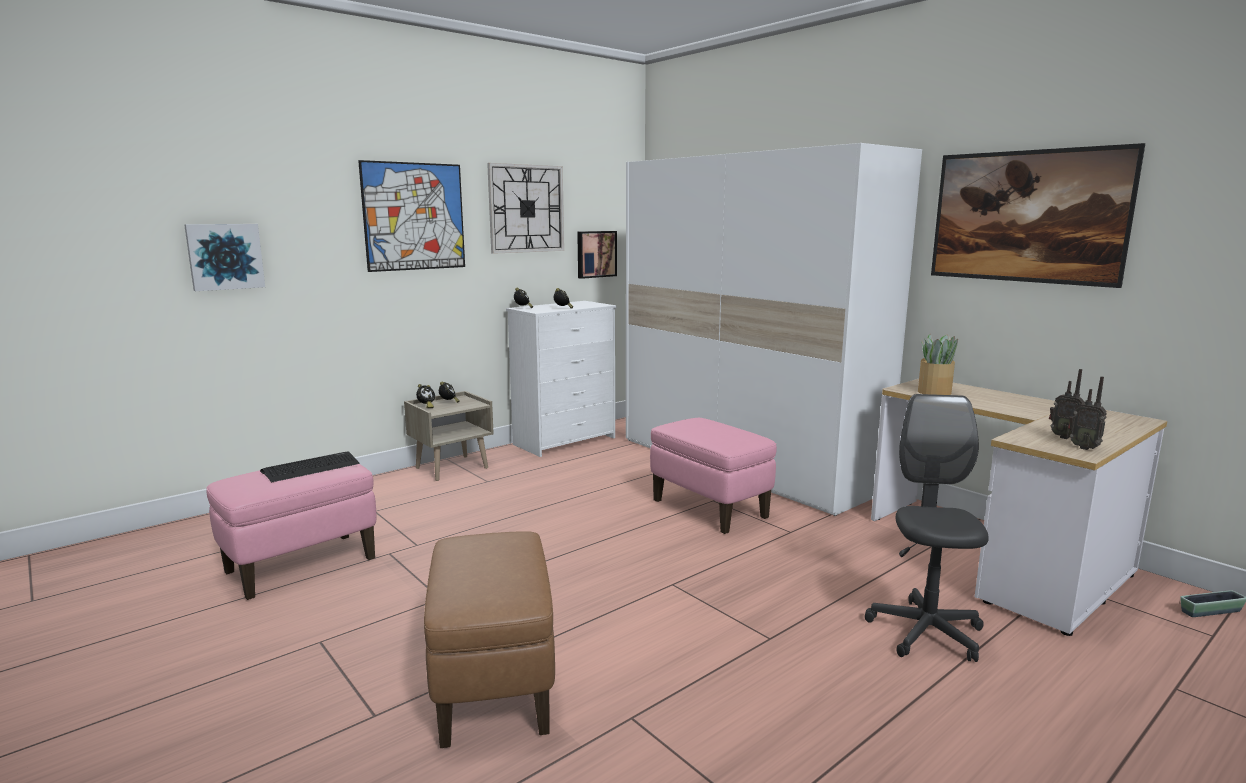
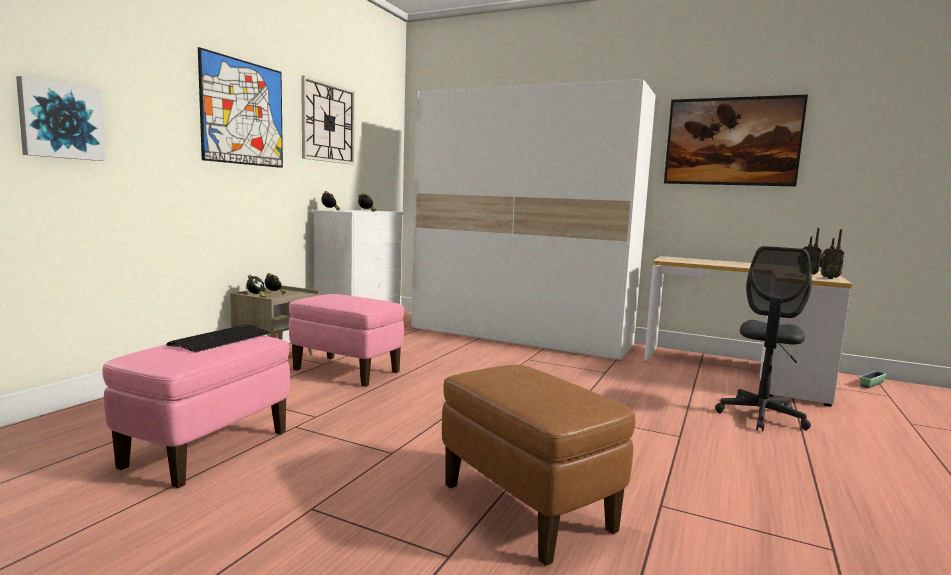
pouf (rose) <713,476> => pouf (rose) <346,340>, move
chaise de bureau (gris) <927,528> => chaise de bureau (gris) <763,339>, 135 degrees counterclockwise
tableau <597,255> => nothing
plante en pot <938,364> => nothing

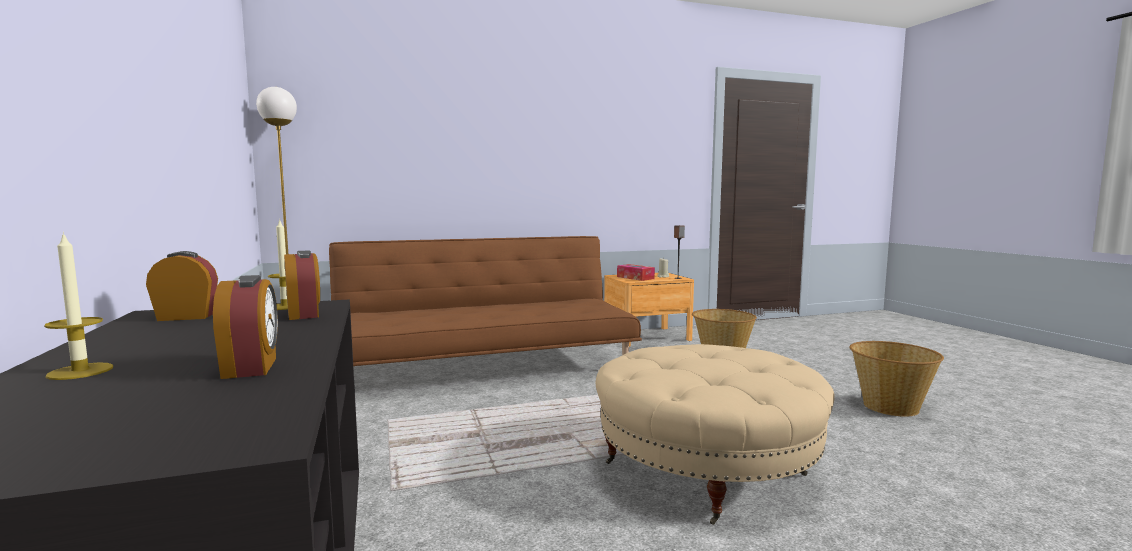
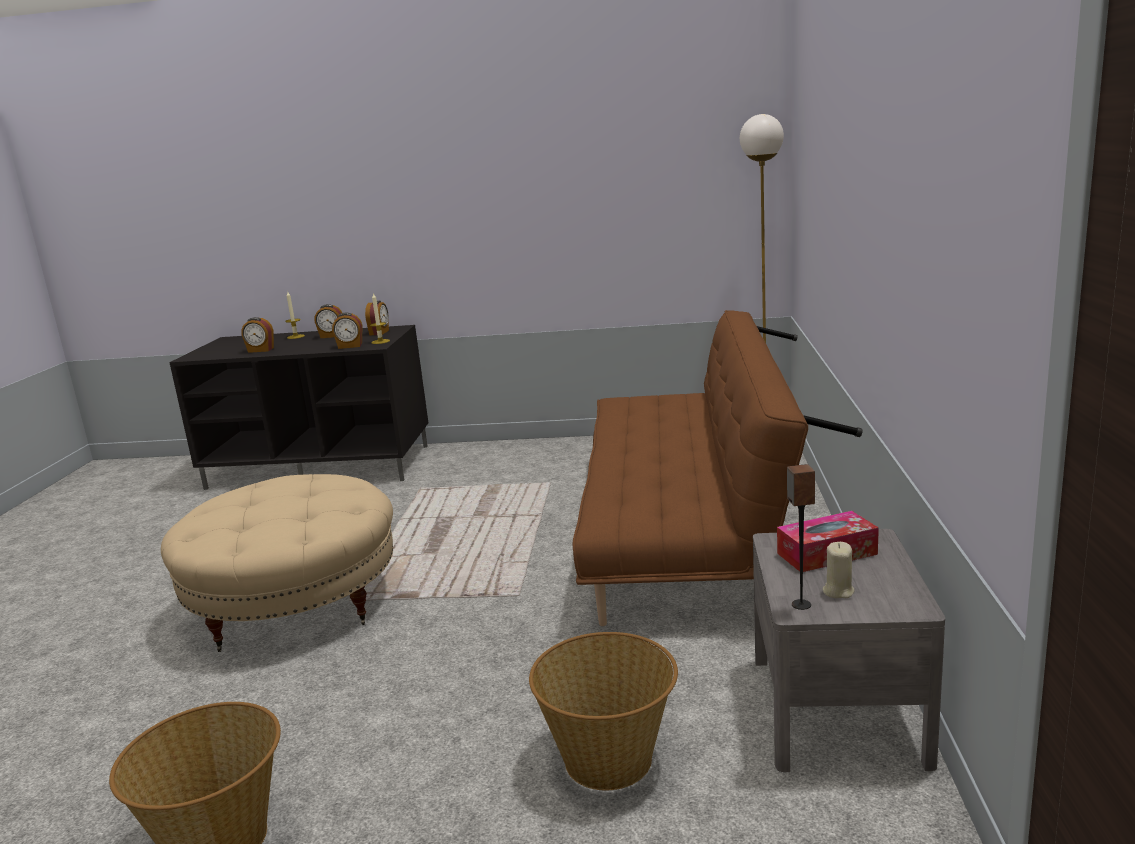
nothing => réveil <328,321>
table de chevet (marron) <649,310> => table de chevet (gris) <849,650>

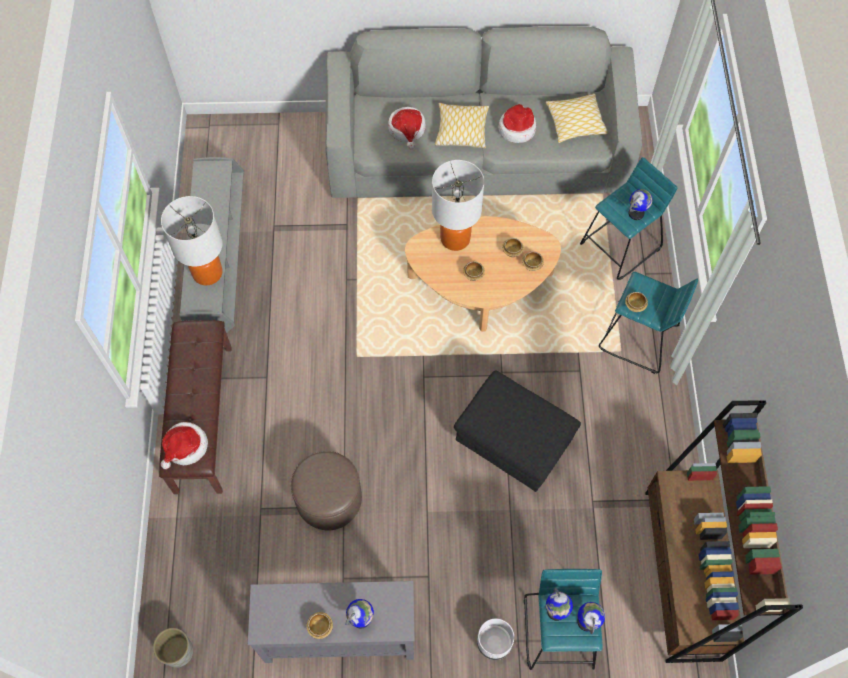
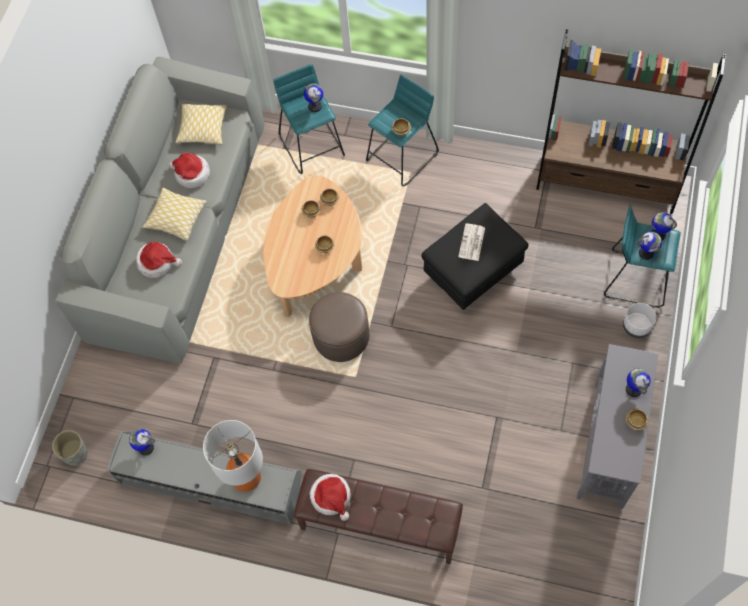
cache-pot (gris) <173,648> => cache-pot (gris) <70,448>, move
nothing => globe <142,442>
pouf (marron) <326,490> => pouf (marron) <339,327>, move
chapeau <184,445> => chapeau <330,497>, move
nothing => journal <471,242>
lampe de table <458,205> => nothing

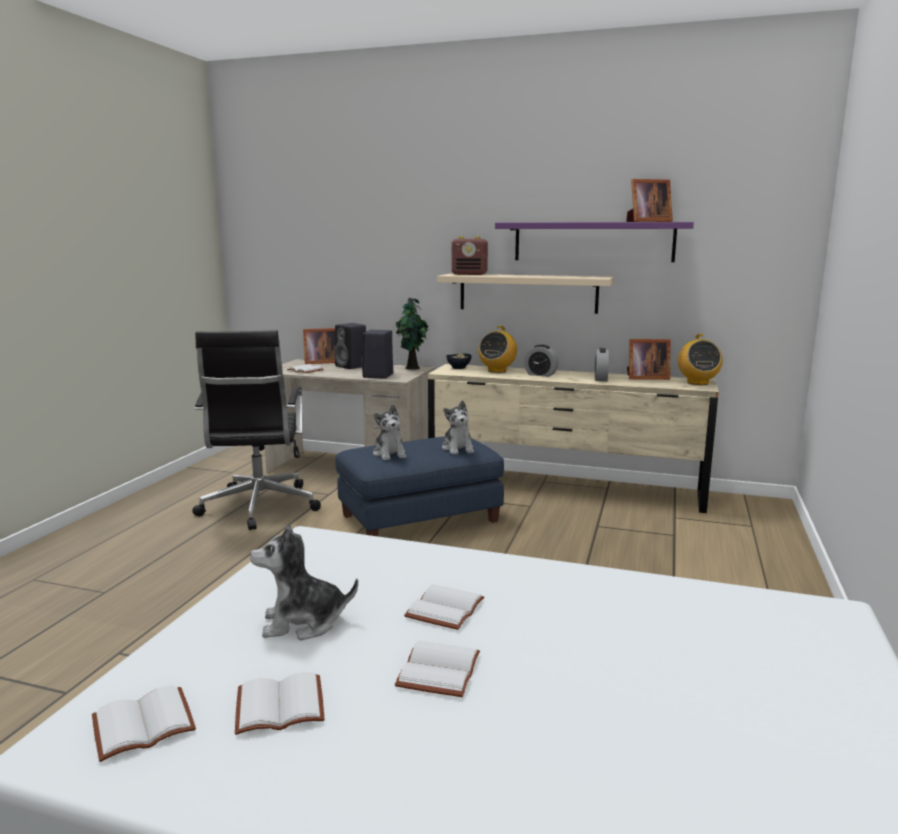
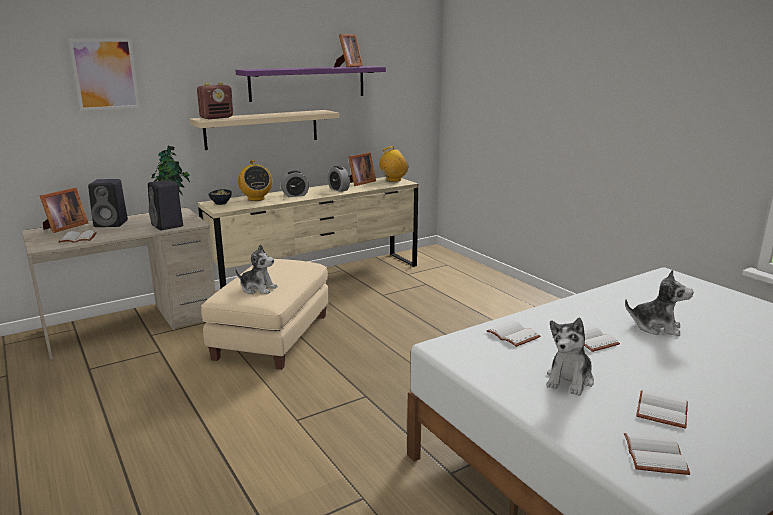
nothing => tableau <104,74>
pouf (bleu) <419,486> => pouf (beige) <265,314>
radio <700,359> => radio <394,164>, 60 degrees counterclockwise
livre (blanc) <437,668> => livre (blanc) <513,334>, move
peluche <458,427> => peluche <659,303>, move
chaise de bureau (noir) <256,430> => nothing

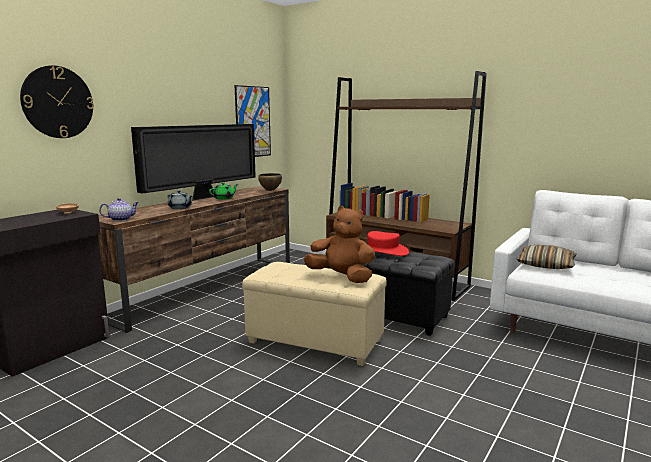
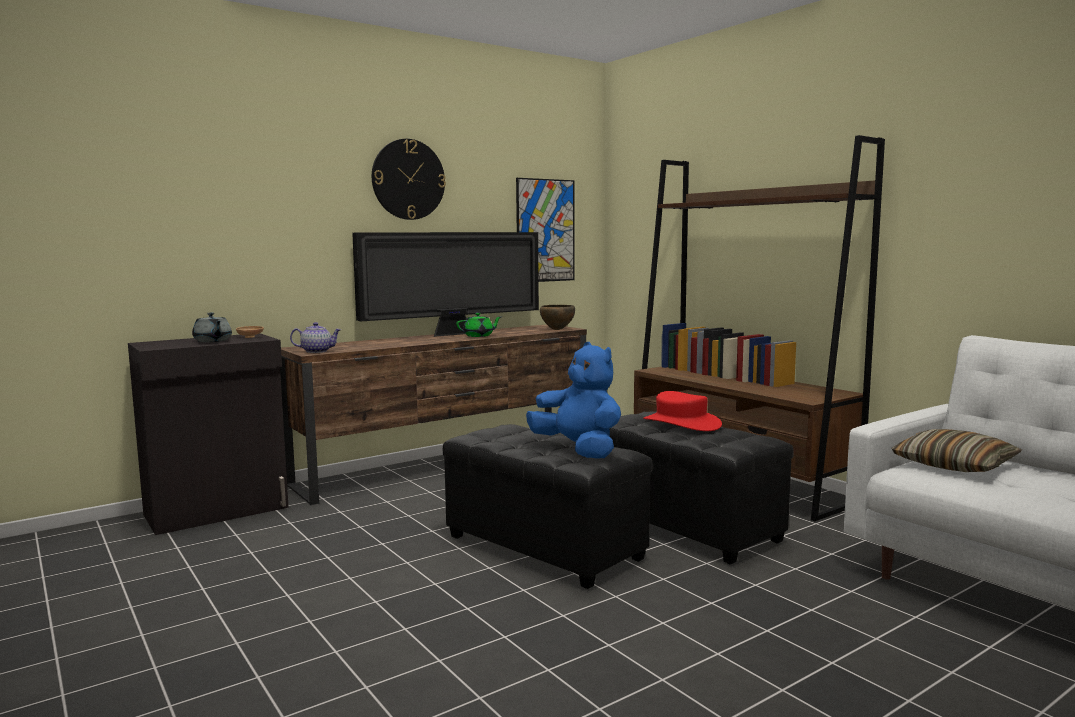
théière (gris) <179,199> => théière (gris) <212,327>, move
horloge murale <57,101> => horloge murale <409,179>, move
pouf (beige) <314,314> => pouf (noir) <547,506>
peluche (marron) <339,244> => peluche (bleu) <573,400>

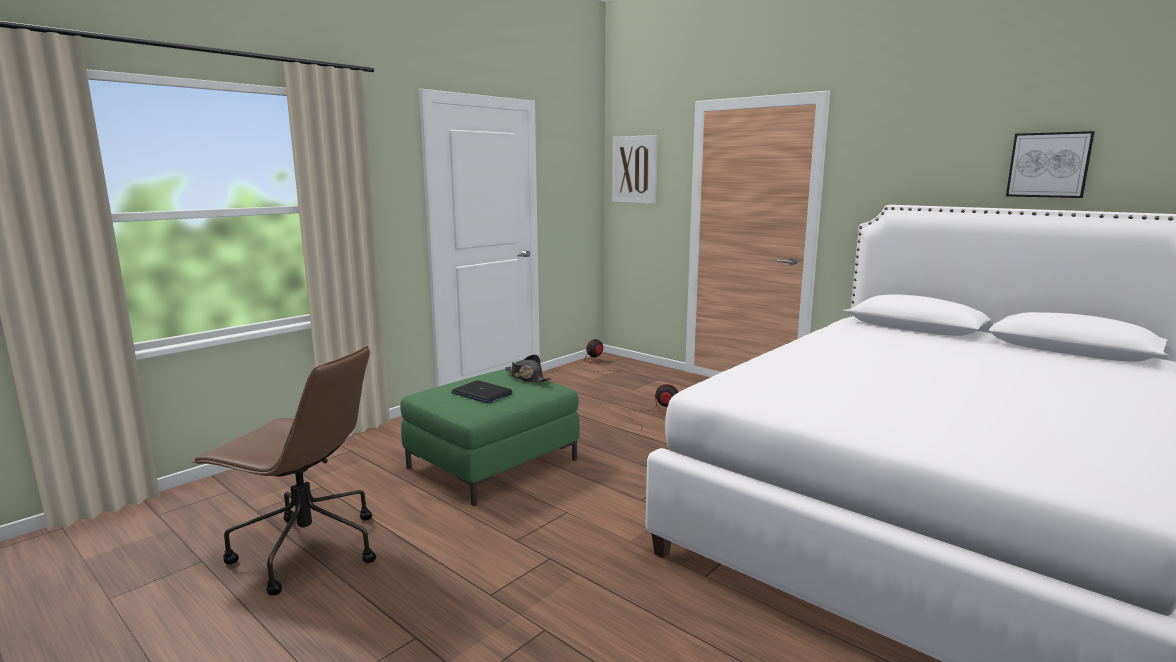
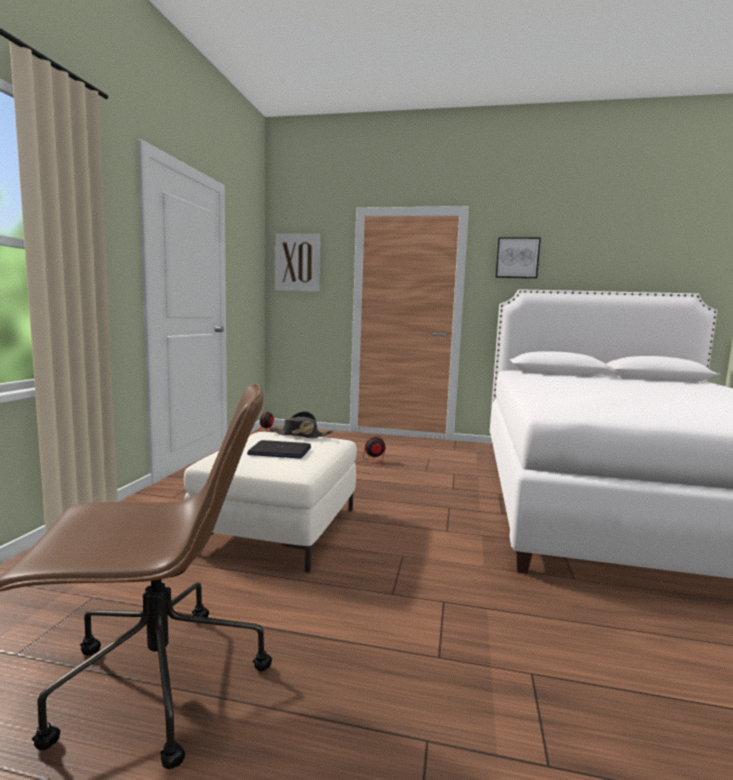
pouf (vert) <490,437> => pouf (blanc) <270,502>
tableau <1050,164> => tableau <518,257>, move

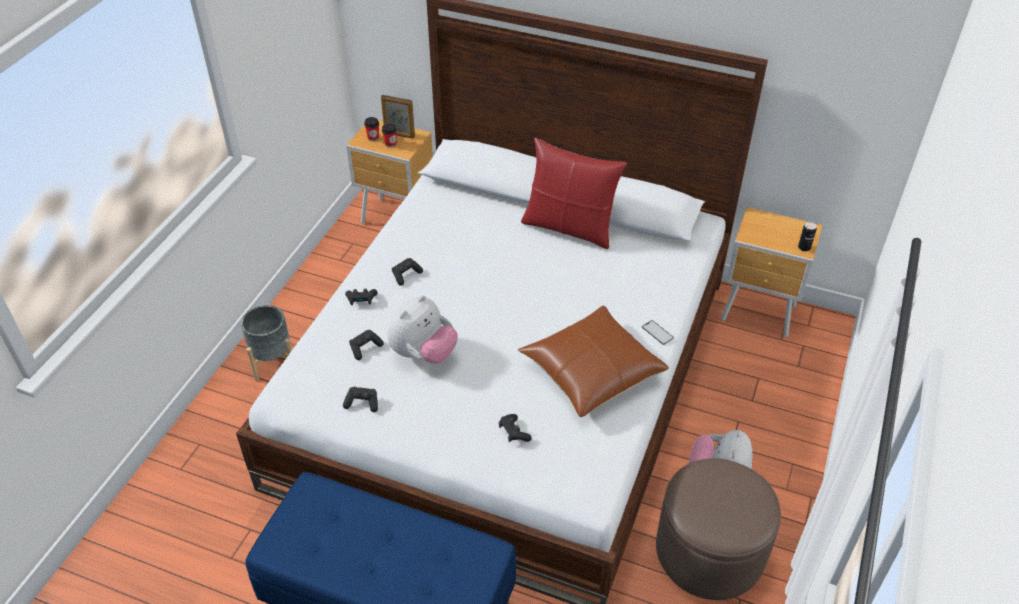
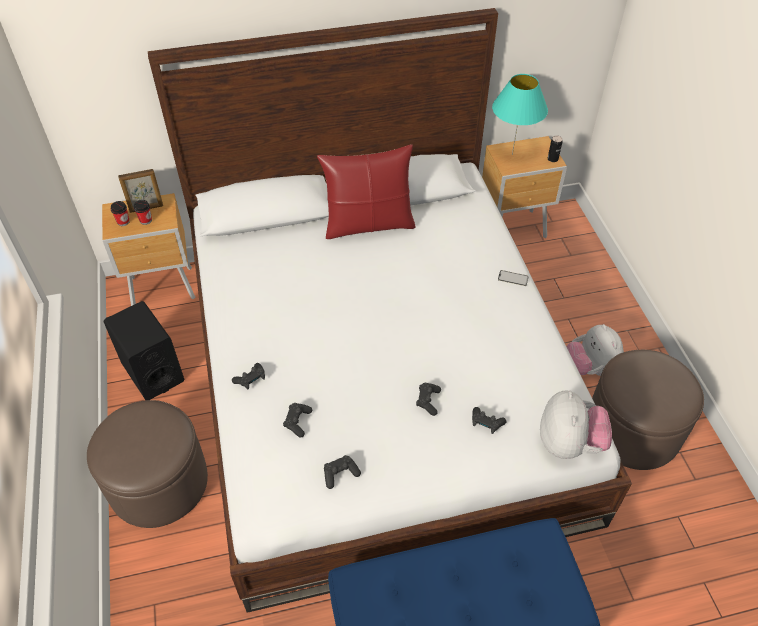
cache-pot (gris) <266,343> => pouf (marron) <147,464>
nothing => enceinte (noir) <144,350>
manette (noir) <407,272> => manette (noir) <428,399>, move
nothing => lampe de table (turquoise) <520,114>
peluche <423,329> => peluche <576,424>, move
coussin (marron) <593,361> => nothing

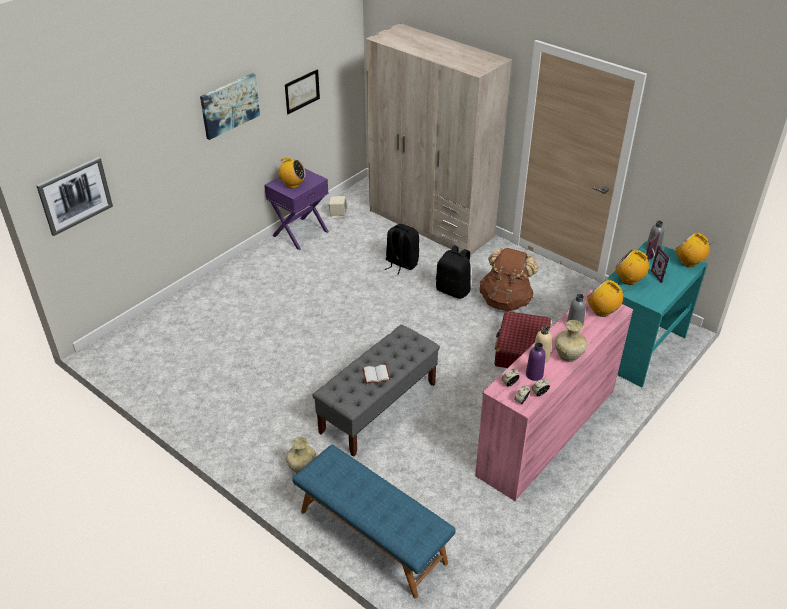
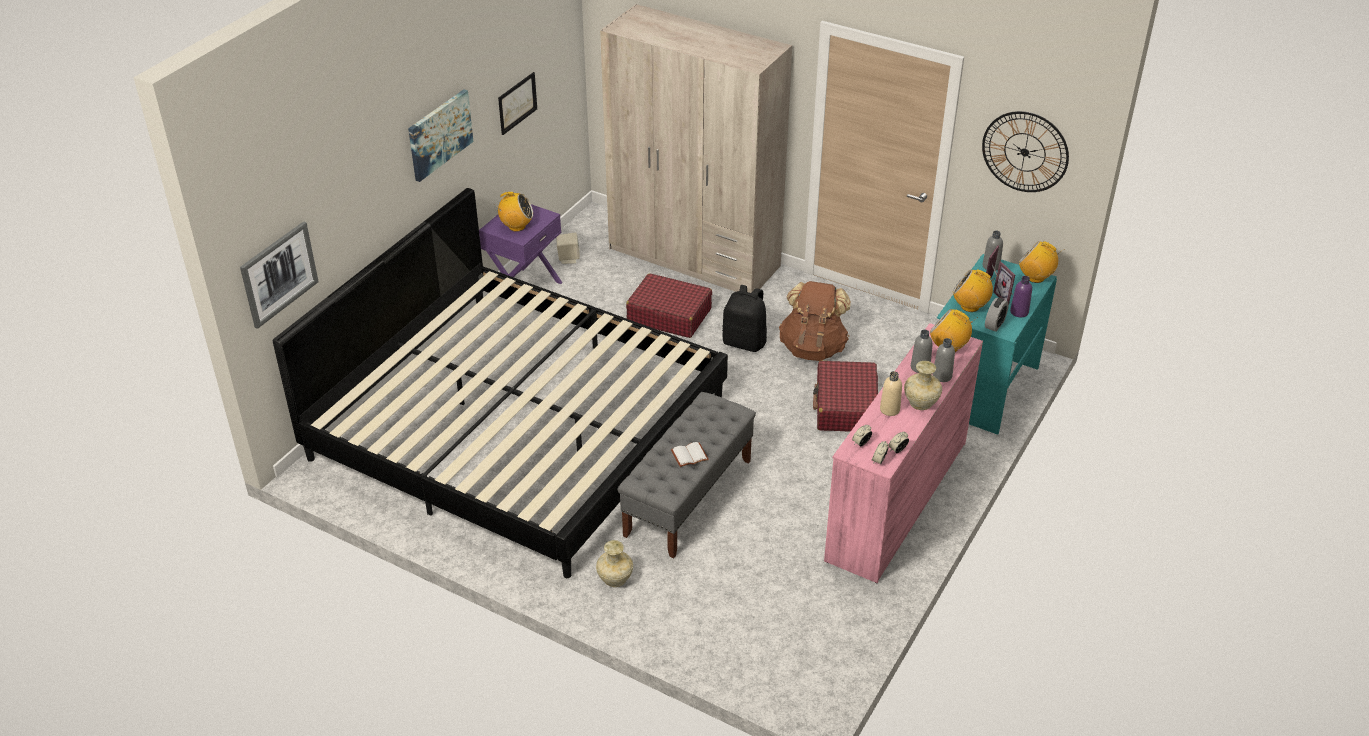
nothing => lit <500,383>
sac à dos (noir) <402,249> => valise (rouge) <669,305>
nothing => bouteille (gris) <944,360>
nothing => horloge murale <1025,151>
nothing => réveil <997,315>
bouteille (violet) <536,362> => bouteille (violet) <1021,296>, move
banc (bleu) <374,522> => nothing

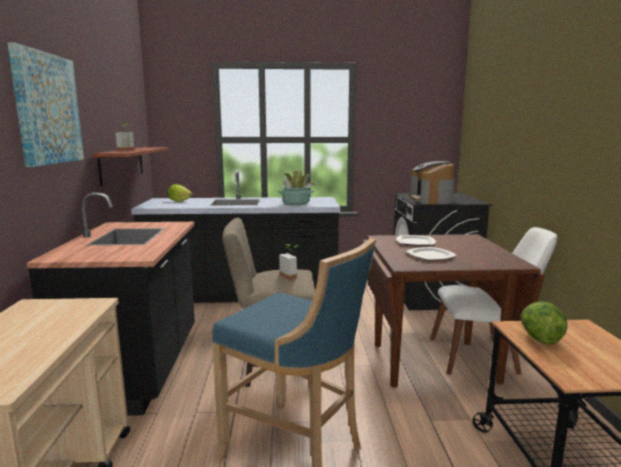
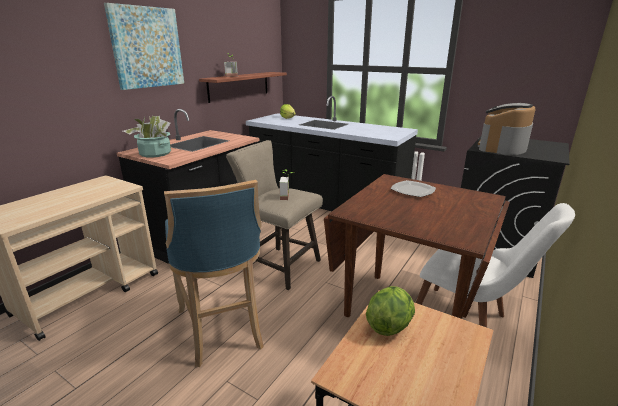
plante en pot <297,187> => plante en pot <147,137>, move
assiette <431,254> => nothing

